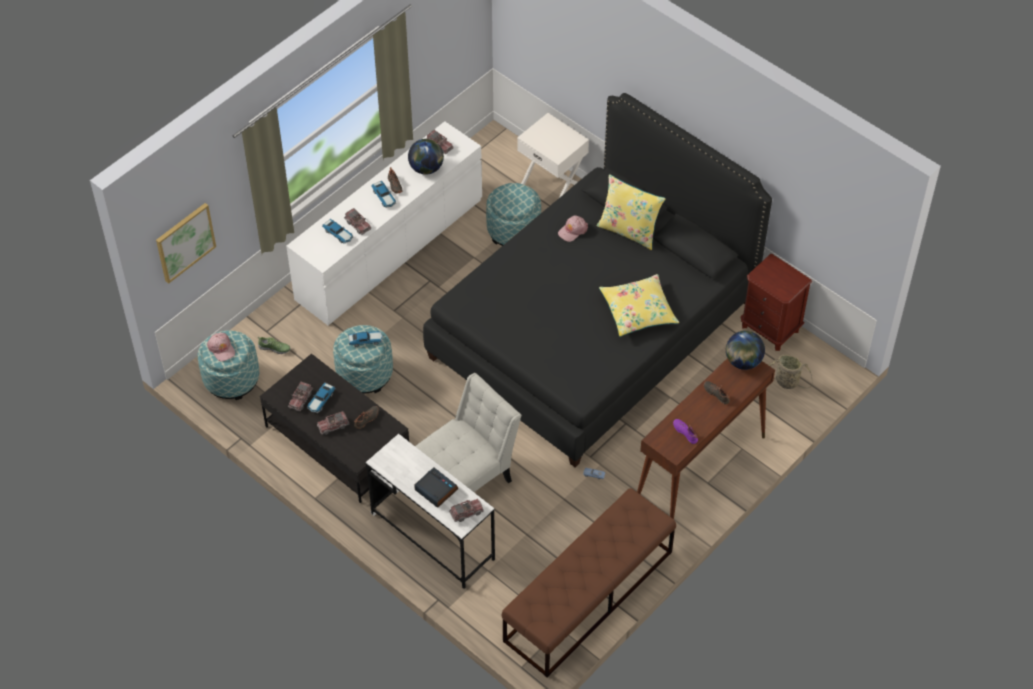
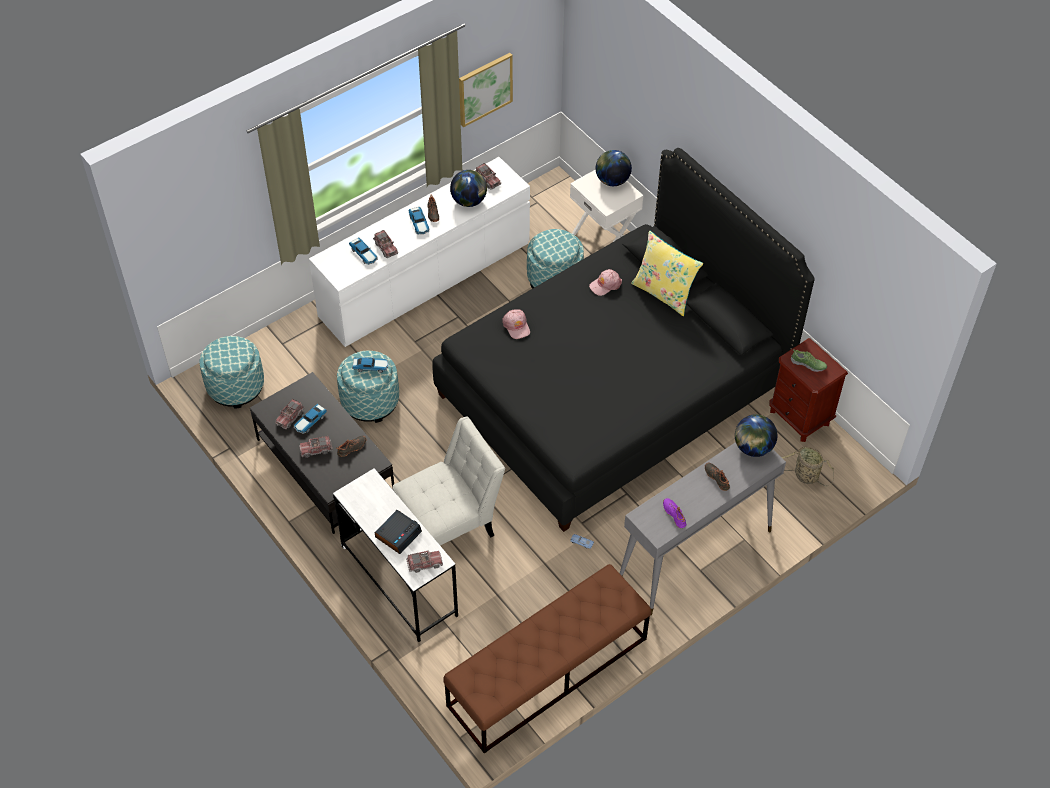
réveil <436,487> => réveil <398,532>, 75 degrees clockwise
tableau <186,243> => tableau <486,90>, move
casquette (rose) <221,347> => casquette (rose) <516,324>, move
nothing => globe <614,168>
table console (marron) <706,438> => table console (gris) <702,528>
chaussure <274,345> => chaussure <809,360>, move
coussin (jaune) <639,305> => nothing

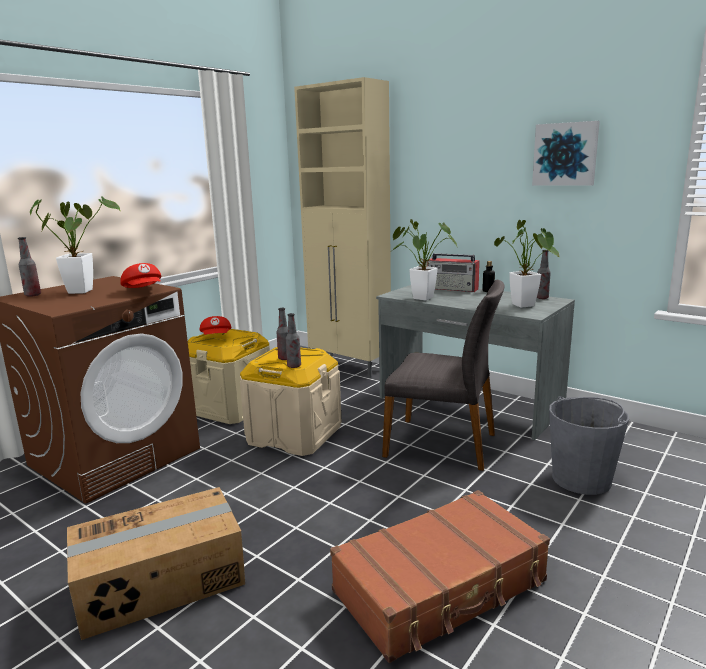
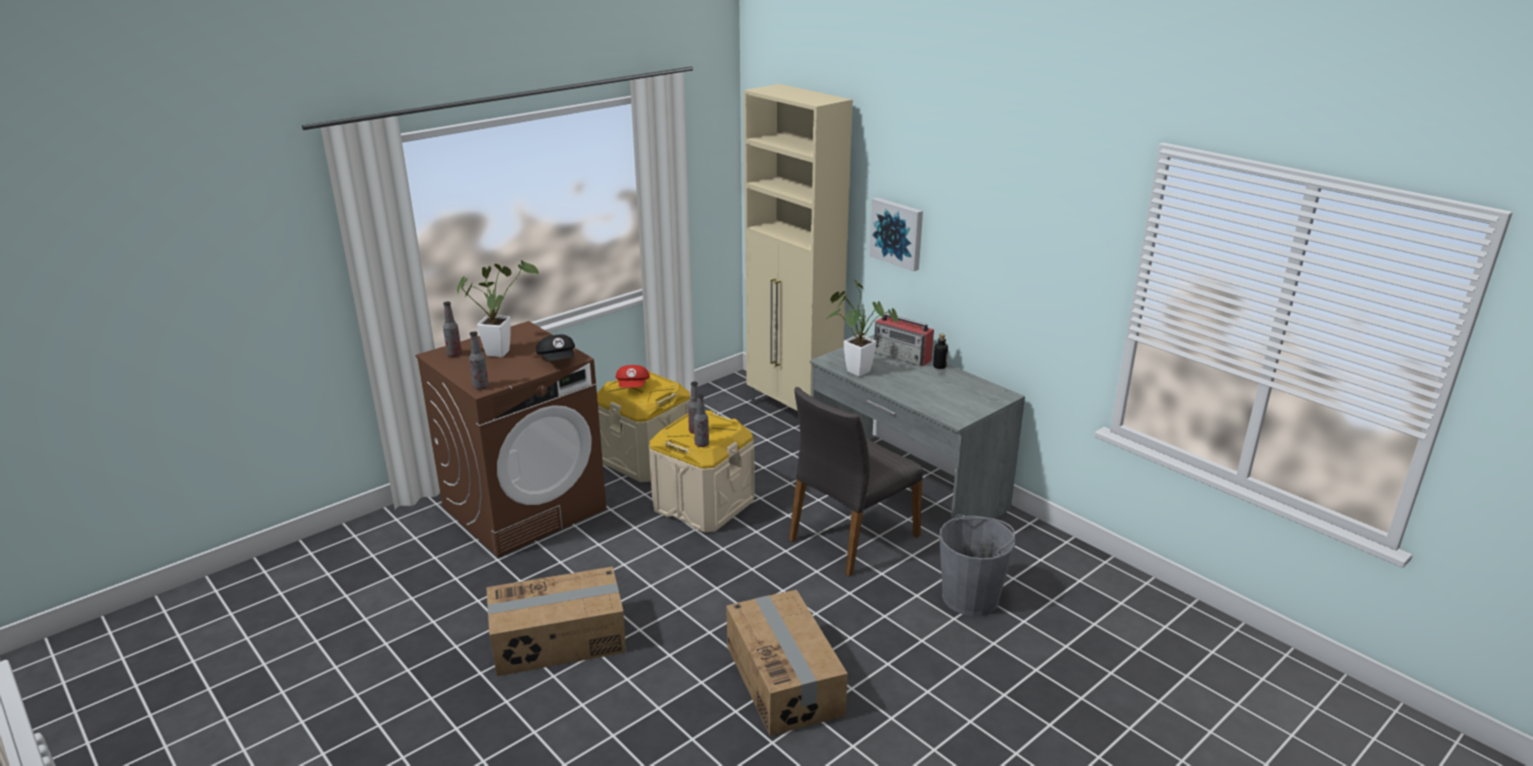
bouteille <544,274> => bouteille <479,360>, move
casquette (rouge) <140,275> => casquette (noir) <555,348>
valise (marron) <440,576> => carton <787,663>
chaise (gris) <443,375> => chaise (gris) <856,482>, 105 degrees clockwise
tableau <566,153> => tableau <896,234>, move
plante en pot <527,264> => nothing

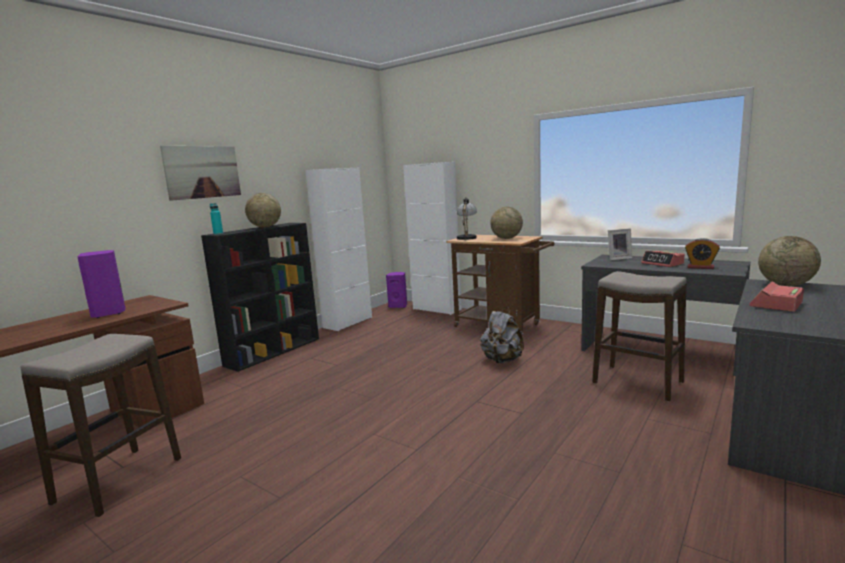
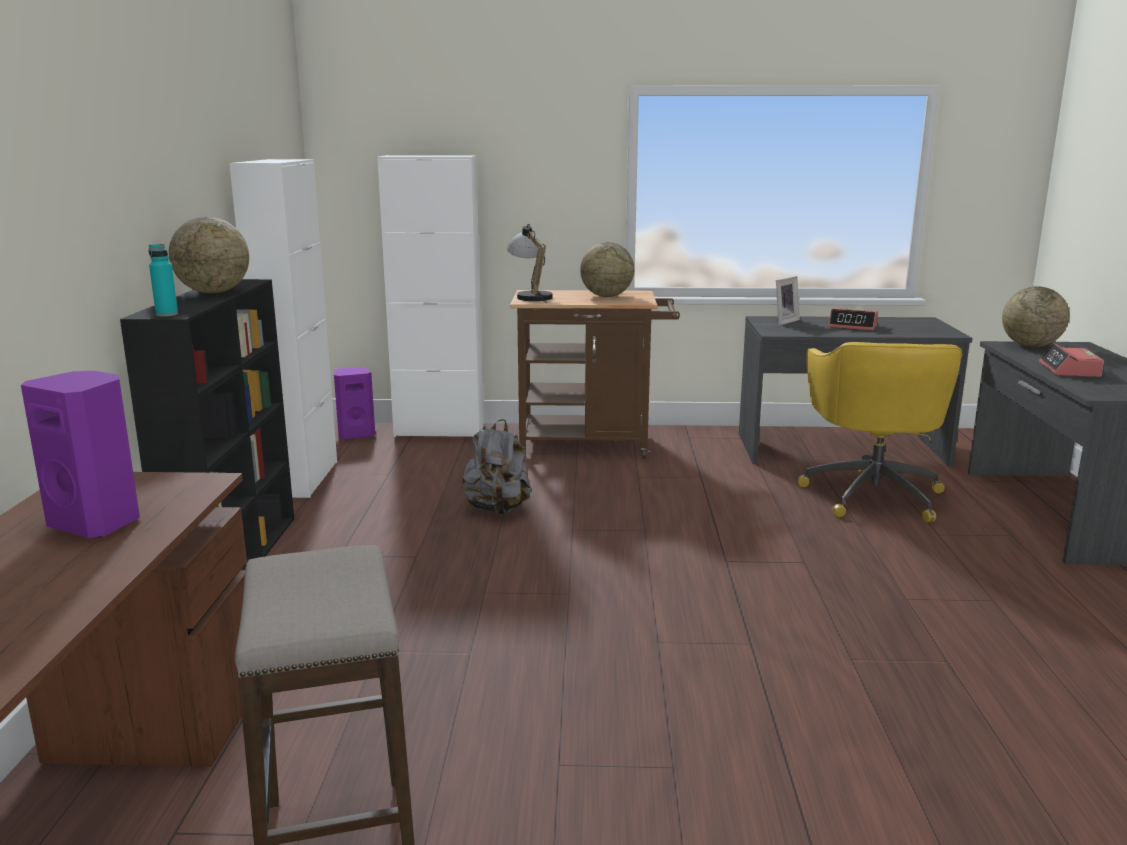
sac à dos (gris) <502,335> => sac à dos (gris) <496,467>, move
tabouret <639,336> => chaise de bureau (jaune) <880,432>
tableau <200,173> => nothing
réveil <702,253> => nothing

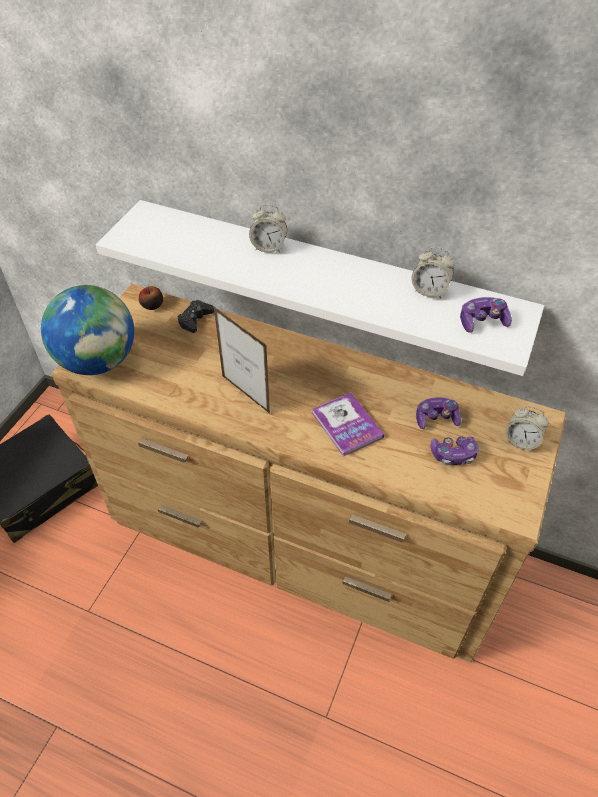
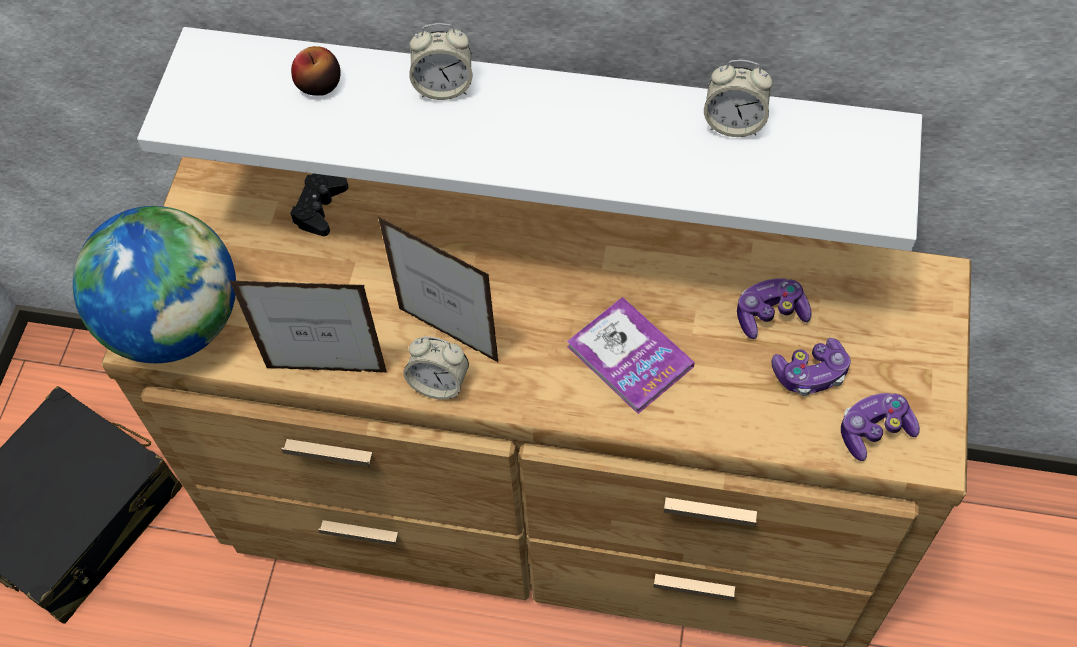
nothing => cadre photo <309,327>
pomme <151,298> => pomme <316,71>, move
réveil <527,428> => réveil <436,368>, move
manette <486,315> => manette <880,427>, move

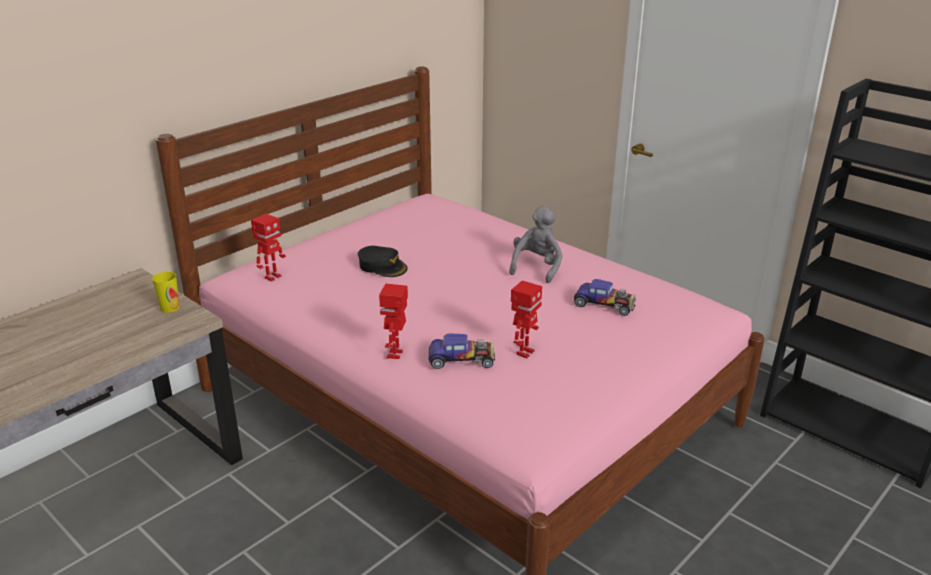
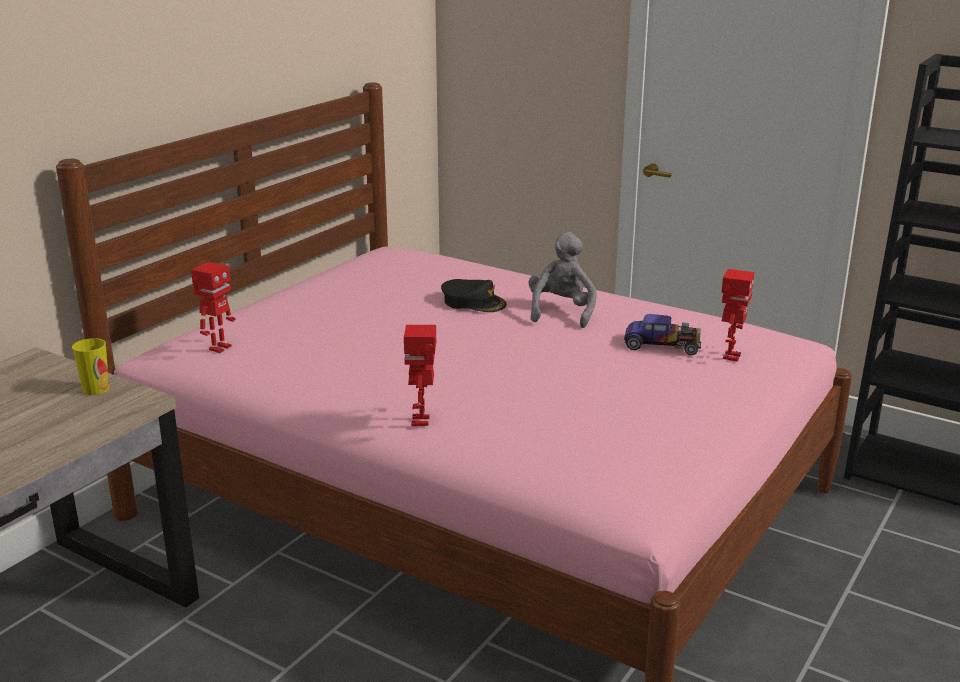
casquette (noir) <383,261> => casquette (noir) <474,295>, move
robot jouet <526,319> => robot jouet <738,315>, move
petite voiture <462,351> => nothing

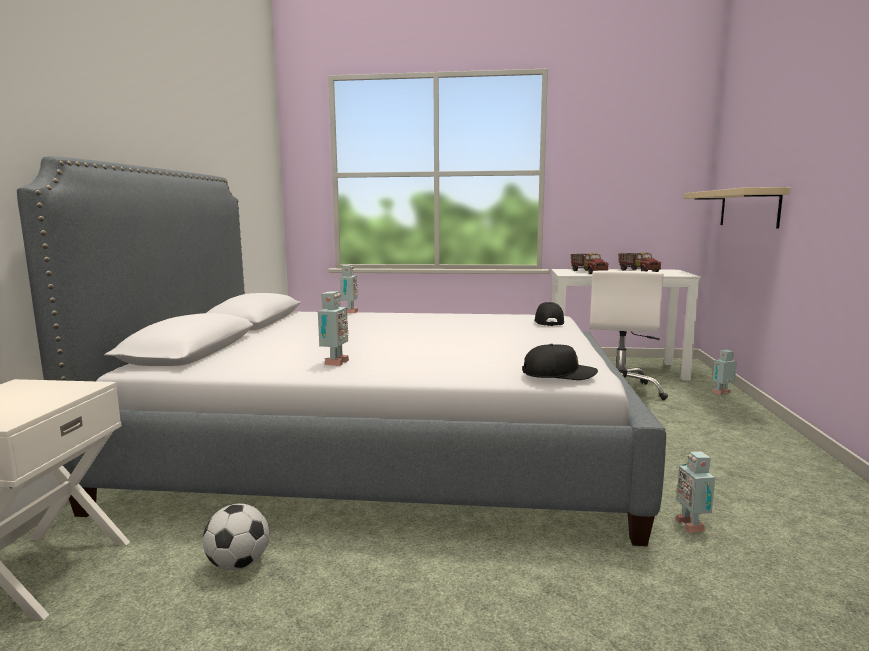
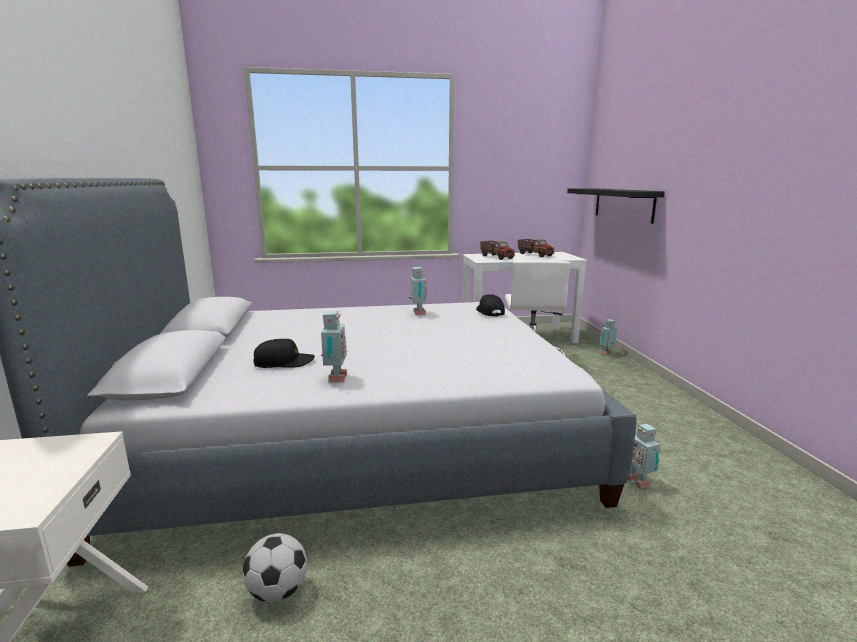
casquette (noir) <560,362> => casquette (noir) <284,353>, move
robot jouet <349,289> => robot jouet <418,291>, move
étagère (beige) <737,208> => étagère (noir) <616,206>

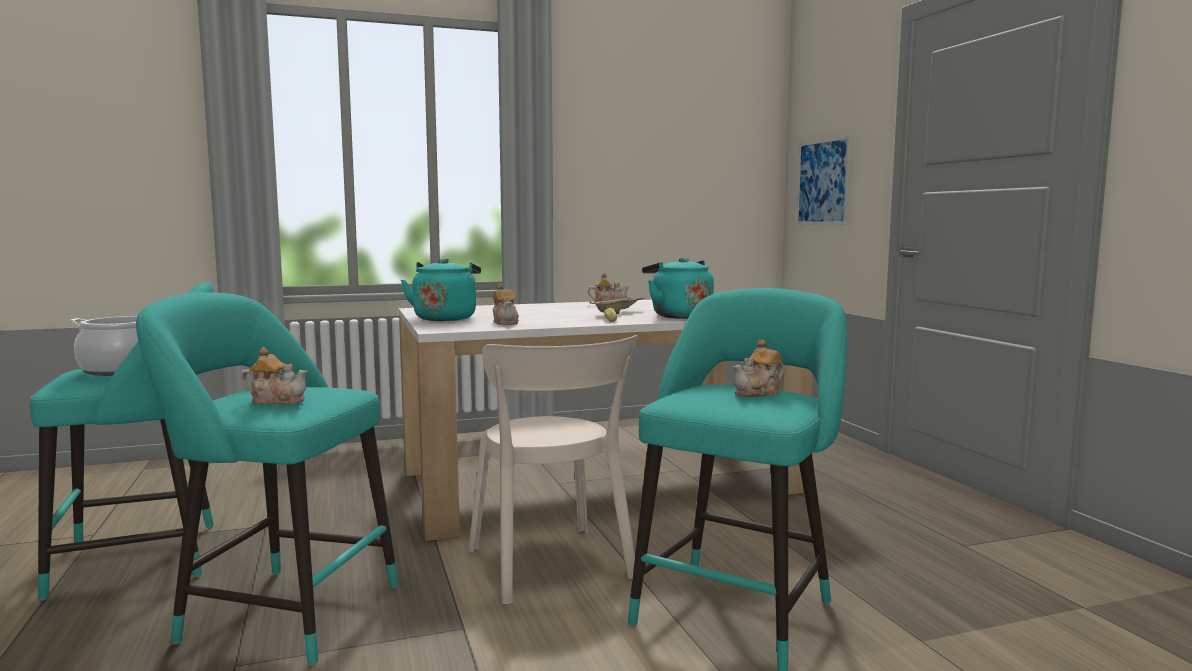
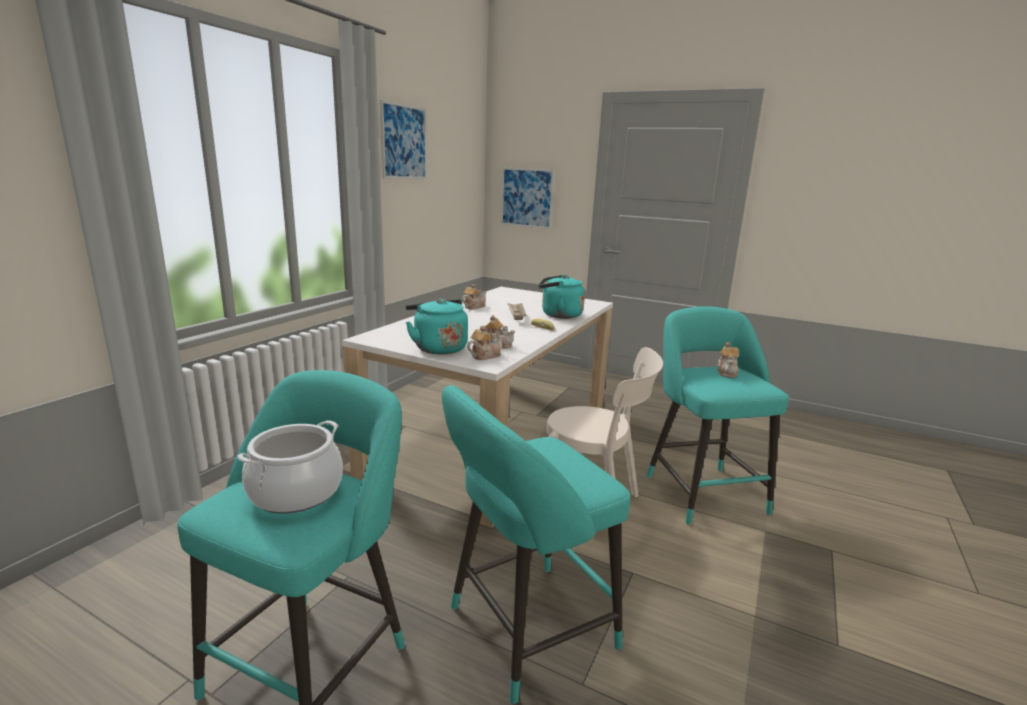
nothing => tableau <403,139>
théière <274,376> => théière <485,343>, move

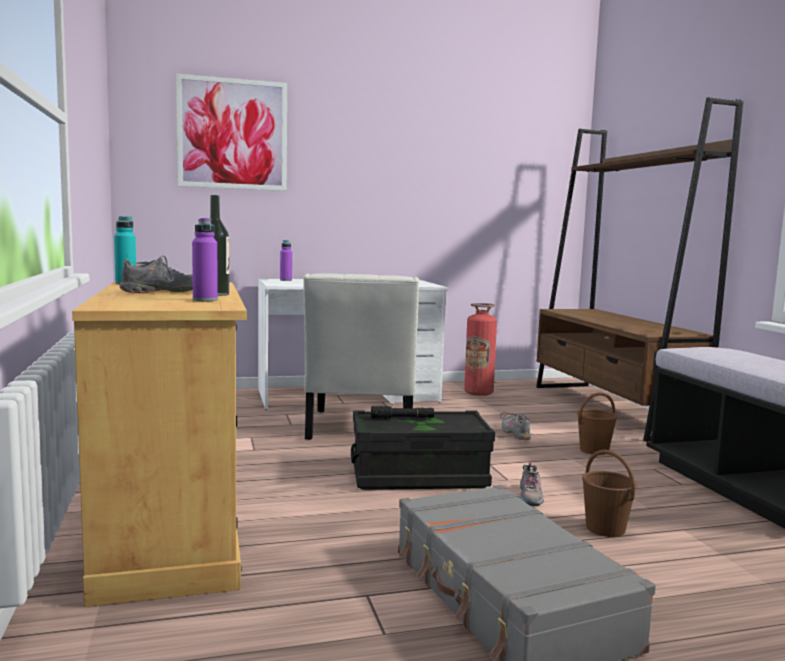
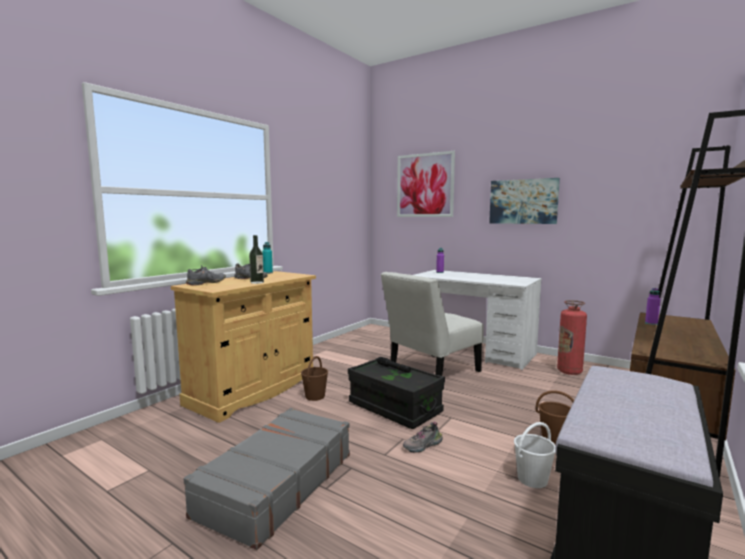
chaussure (gris) <518,426> => chaussure (gris) <206,275>, move
seau (marron) <609,493> => seau (marron) <314,378>, move
nothing => tableau <524,201>
nothing => seau (blanc) <534,455>
bouteille (violet) <205,259> => bouteille (violet) <653,306>, move

